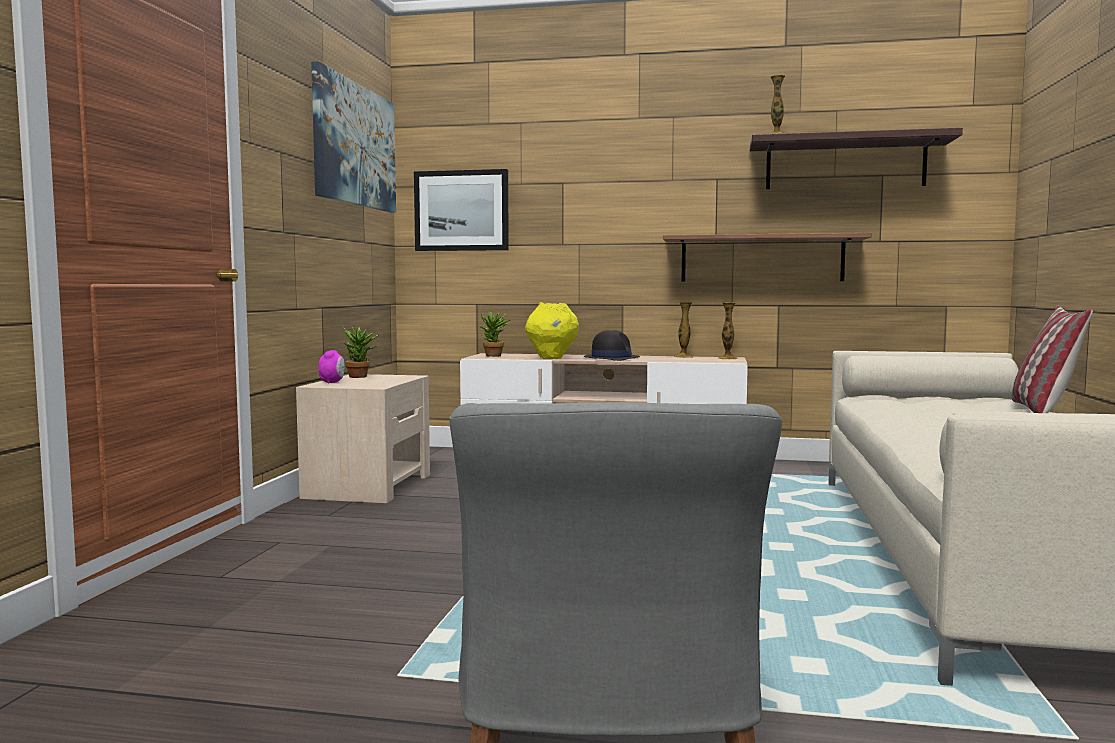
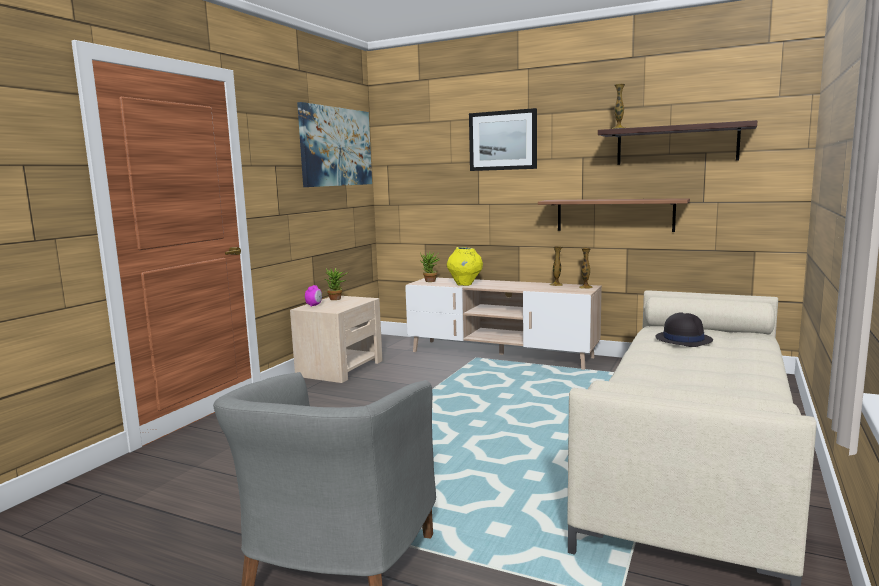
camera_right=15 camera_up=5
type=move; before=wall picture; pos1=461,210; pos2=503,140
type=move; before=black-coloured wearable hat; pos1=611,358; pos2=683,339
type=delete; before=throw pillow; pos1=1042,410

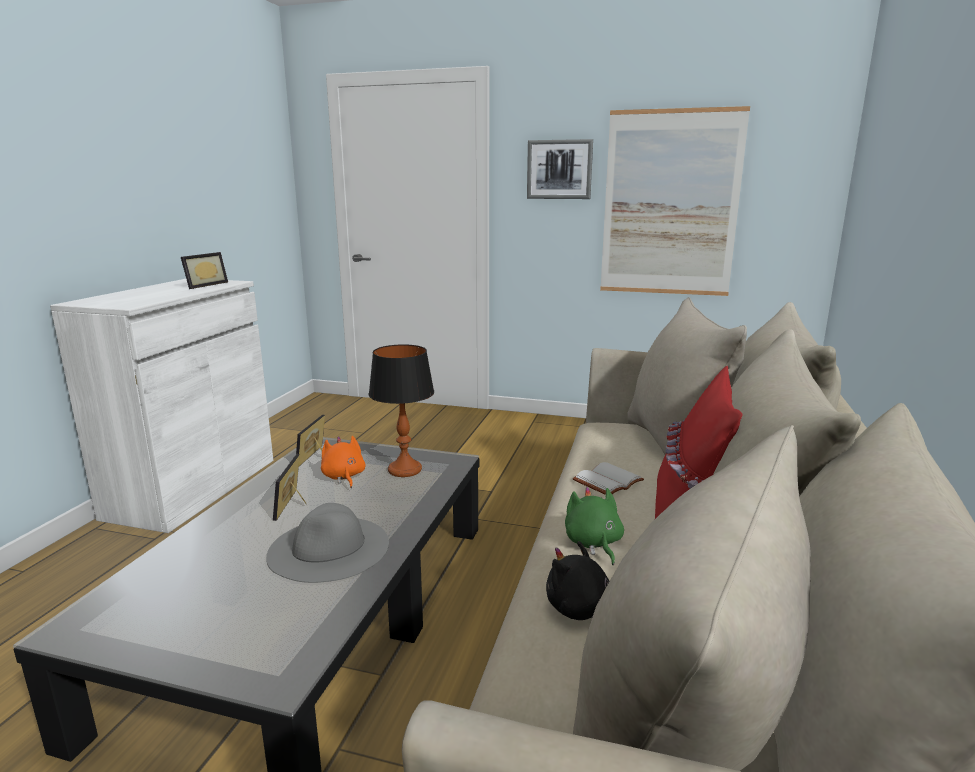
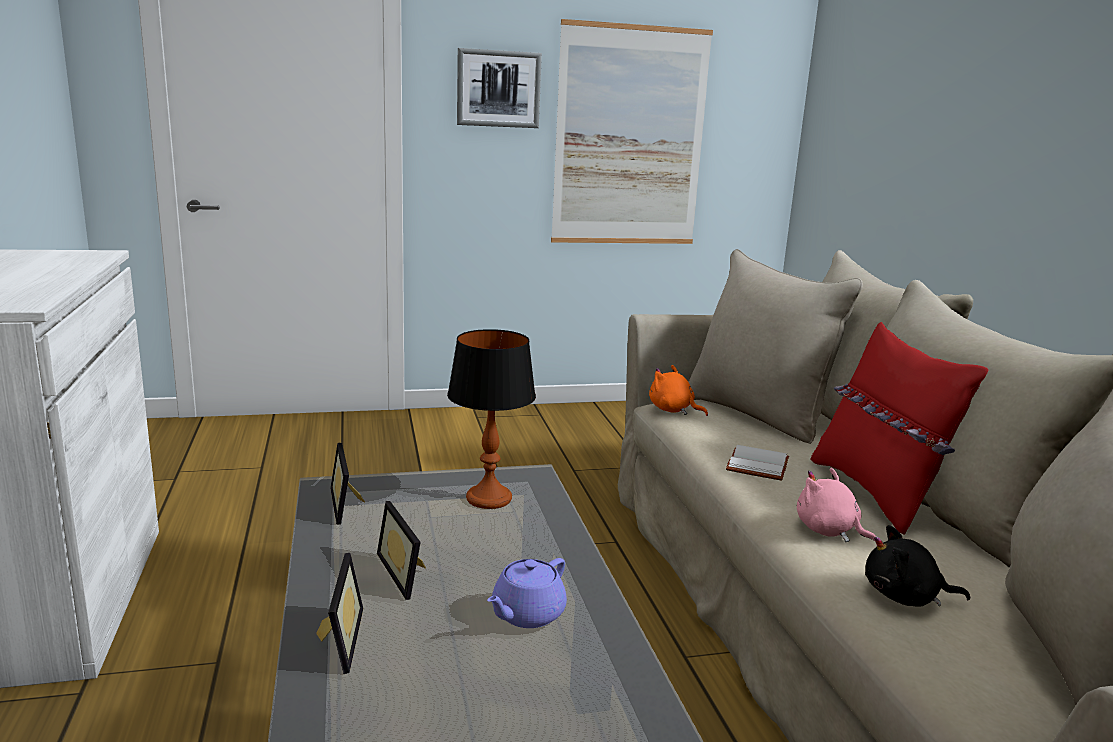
camera_right=-30 camera_up=0
type=move; before=photo frame; pos1=203,285; pos2=336,640
type=replace; before=greyish wearable hat; after=purplish teapot; pos1=329,548; pos2=526,614
type=move; before=orange soft toy; pos1=343,477; pos2=673,410
type=recolor; before=greenish soft toy; after=pink-coloured soft toy; pos1=593,543; pos2=829,531

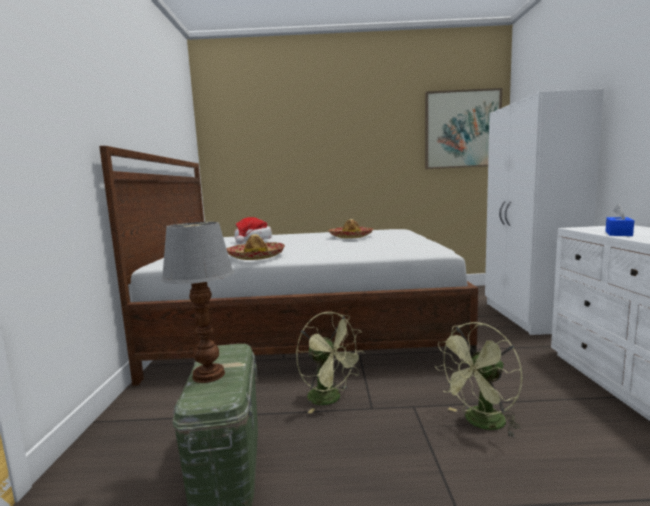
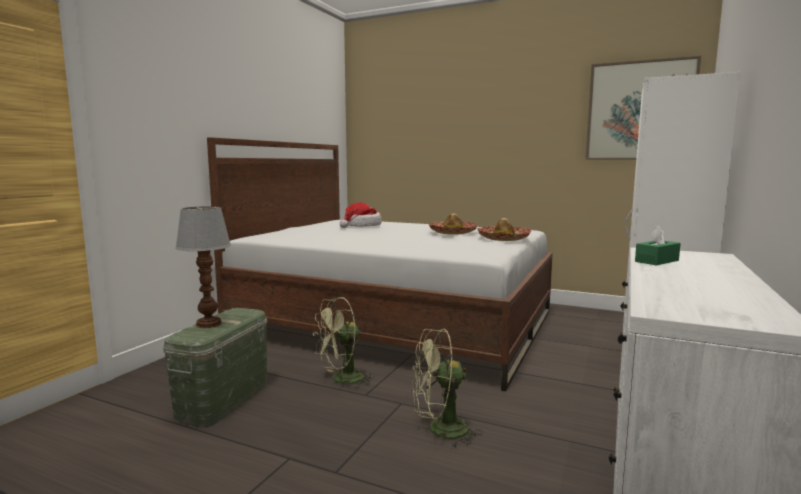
camera_right=25 camera_up=0
type=move; before=wearable hat; pos1=255,257; pos2=503,238
type=rotate; before=greenish fan; pos1=330,399; pos2=342,380; turn=75
type=recolor; before=blue-coloured box of tissues; after=greenish box of tissues; pos1=618,233; pos2=656,261

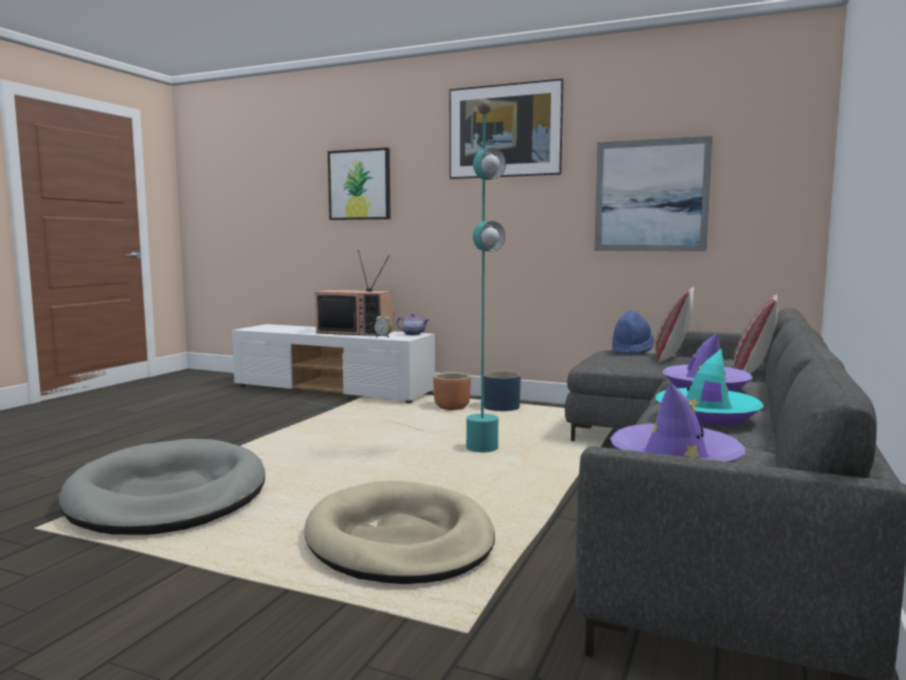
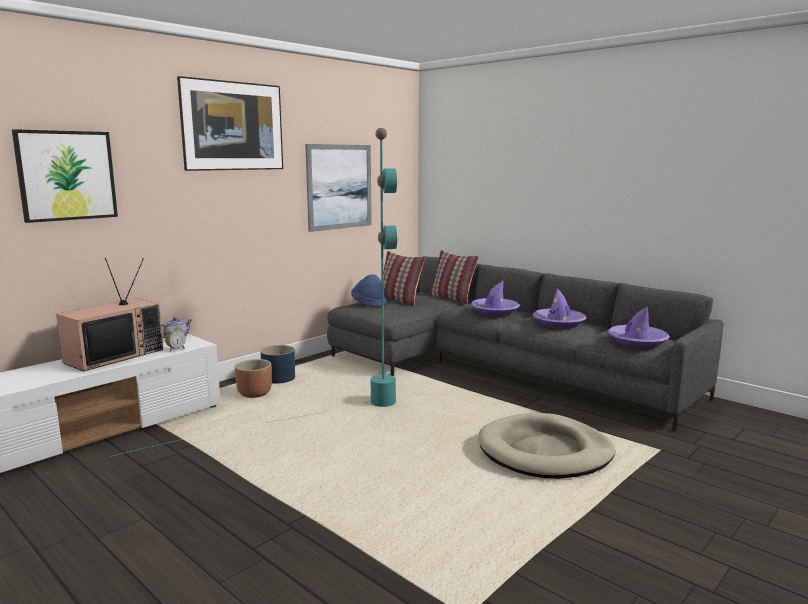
camera_right=-70 camera_up=5
type=delete; before=greyish dog cushion; pos1=168,496
type=recolor; before=blue-green wearable hat; after=purplish wearable hat; pos1=707,415; pos2=559,323

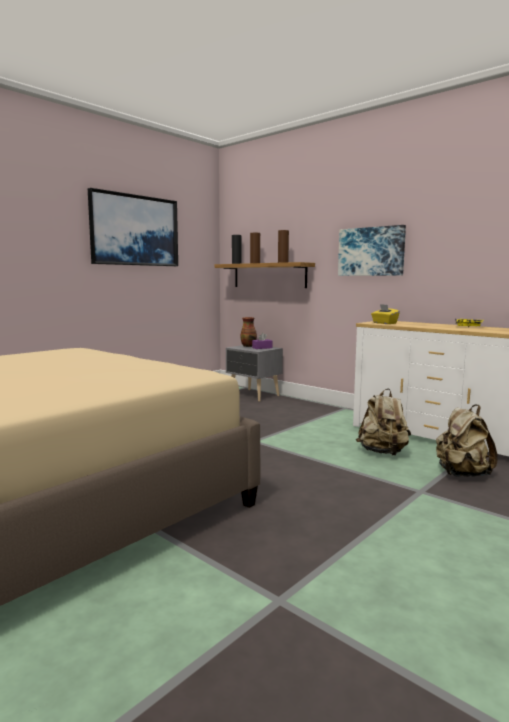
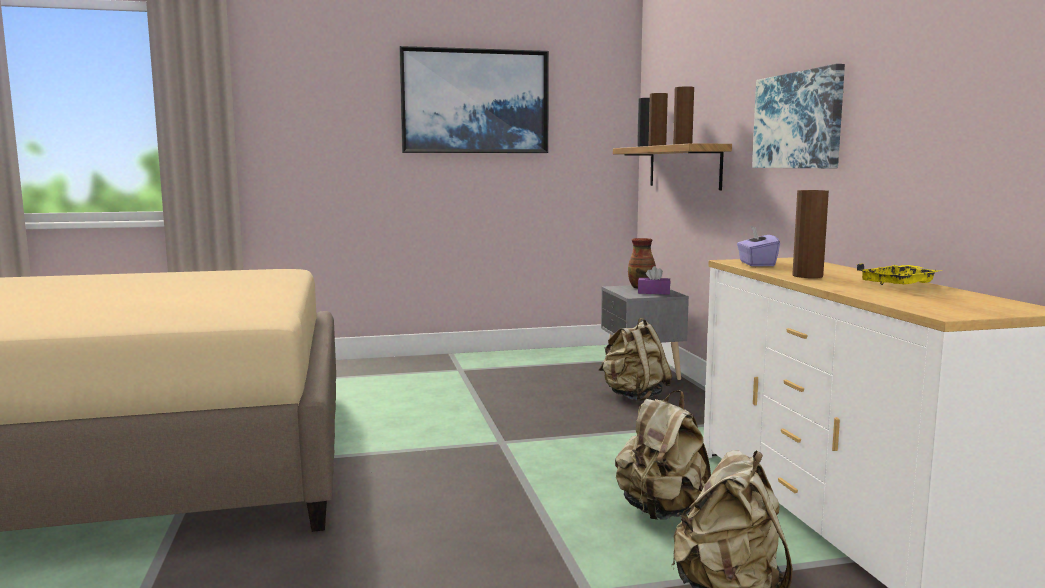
camera_right=35 camera_up=0
type=recolor; before=yellow box of tissues; after=purplish box of tissues; pos1=384,323; pos2=756,264
type=insert; after=beige-coloured backpack; pos2=634,396
type=insert; after=brownish decorative vase; pos2=807,276

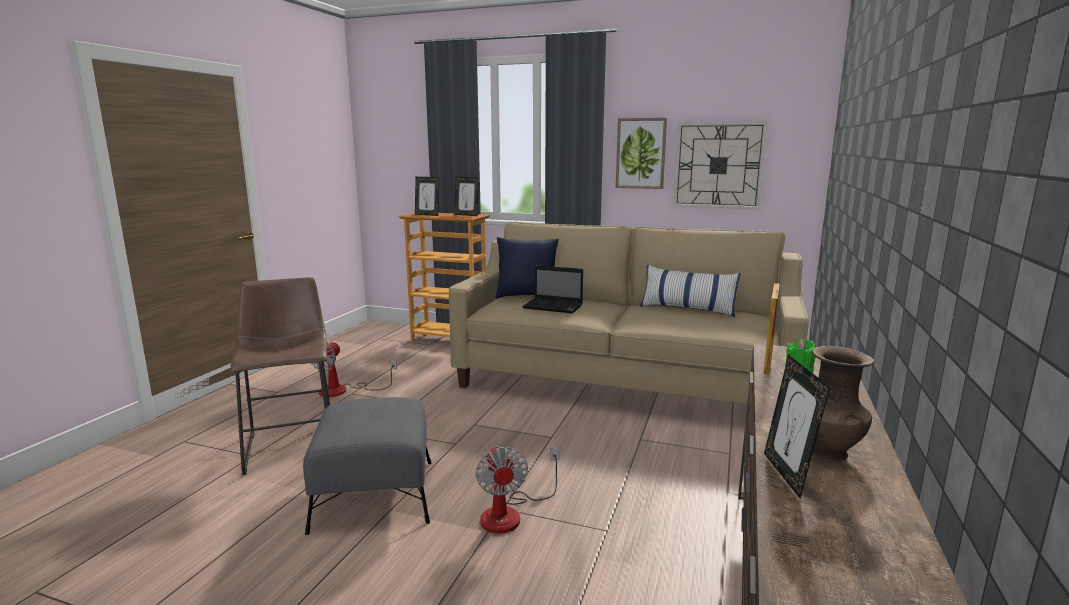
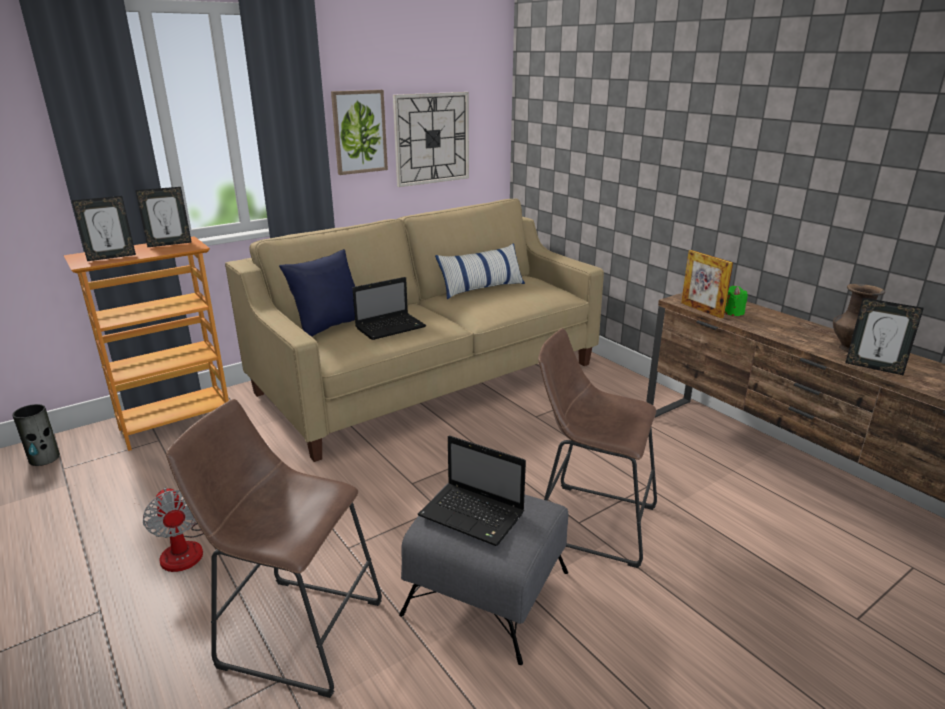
camera_right=-55 camera_up=10
type=replace; before=fan; after=brownish stool seat; pos1=511,513; pos2=589,521
type=insert; after=decorative vase; pos2=44,458
type=insert; after=portable computer; pos2=473,515

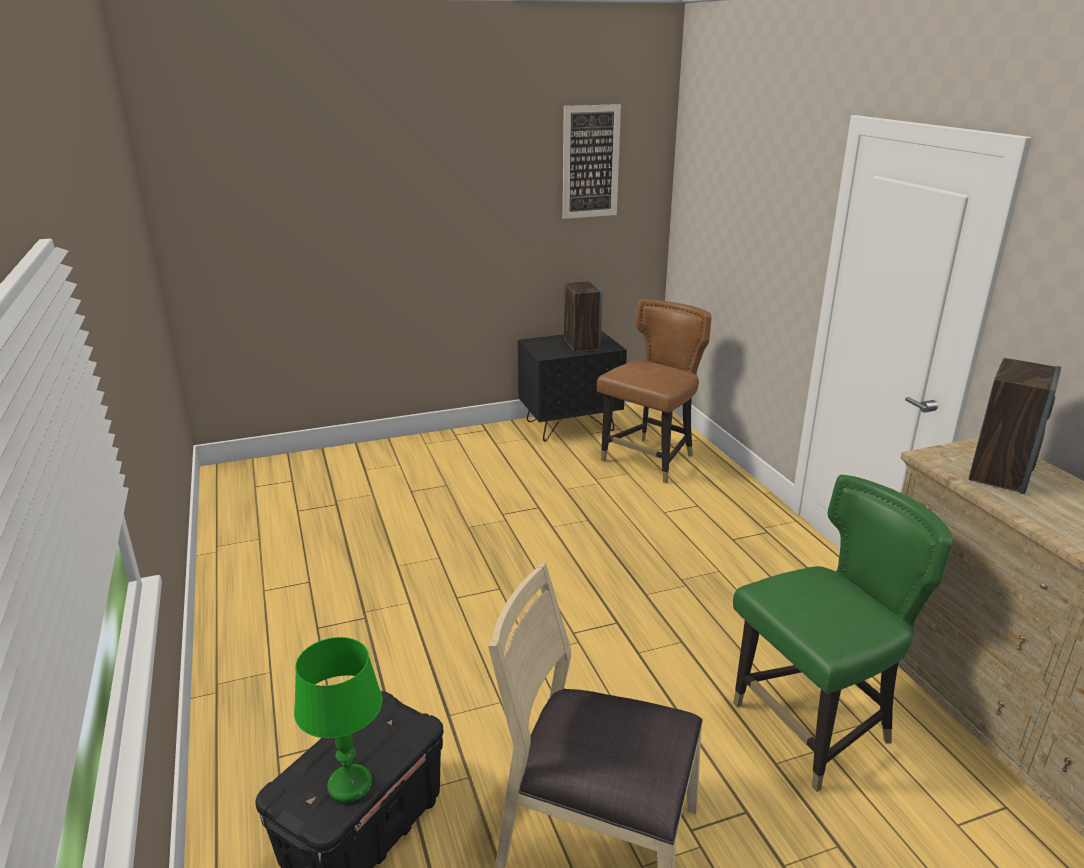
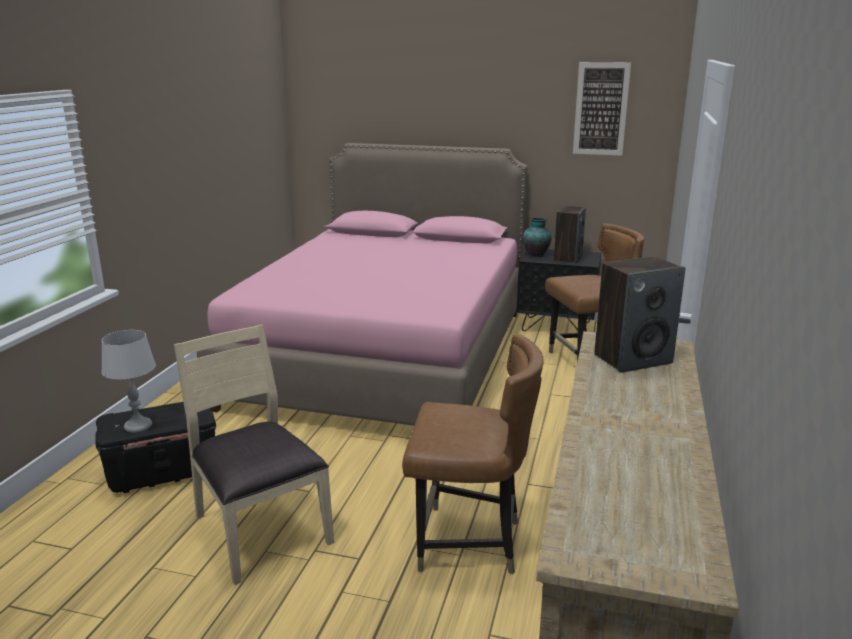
camera_right=35 camera_up=-5
type=recolor; before=greenish table lamp; after=greyish table lamp; pos1=350,785; pos2=138,426
type=recolor; before=greenish chair; after=brownish chair; pos1=813,728; pos2=469,542
type=insert; after=pink-coloured bedroom bed; pos2=386,356
type=insert; after=decorative vase; pos2=536,254

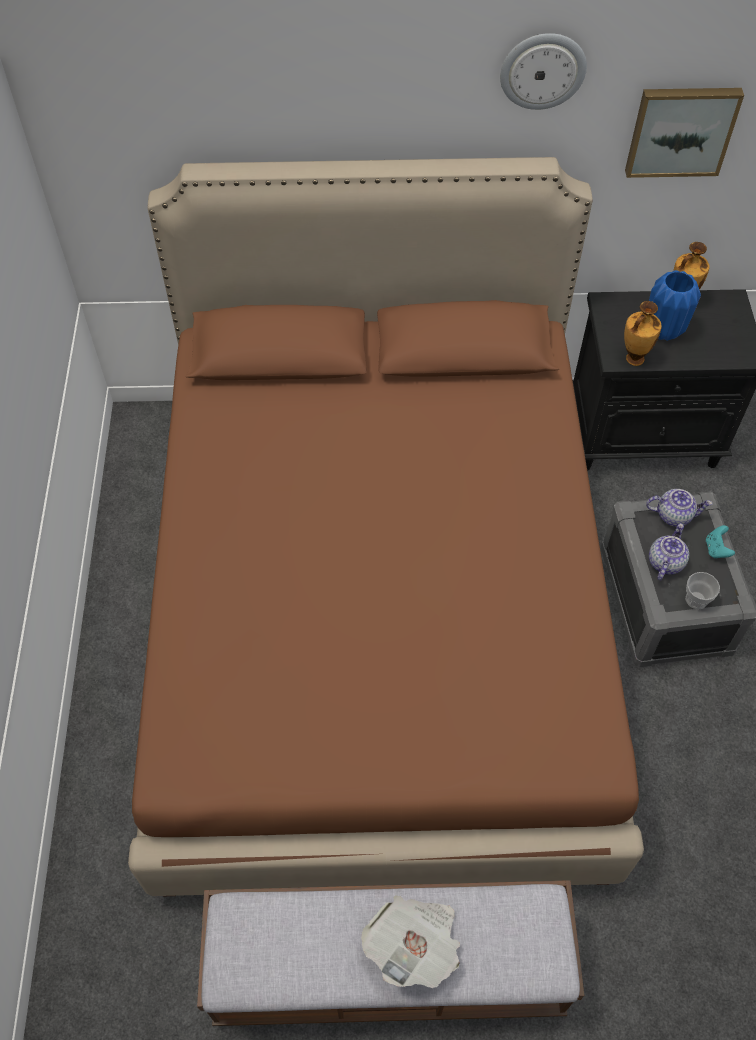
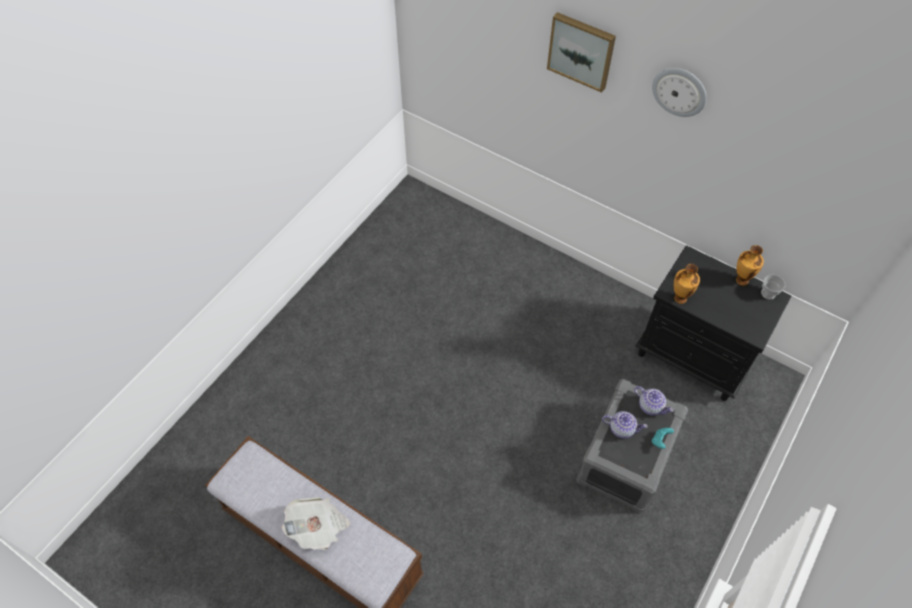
camera_right=35 camera_up=0
type=delete; before=brownish bedroom bed; pos1=377,615
type=move; before=wall picture; pos1=681,130; pos2=581,51
type=delete; before=blue-coloured decorative vase; pos1=664,329
type=rotate; before=teapot; pos1=665,562; pos2=622,428; turn=45
type=move; before=small cup; pos1=696,600; pos2=768,293

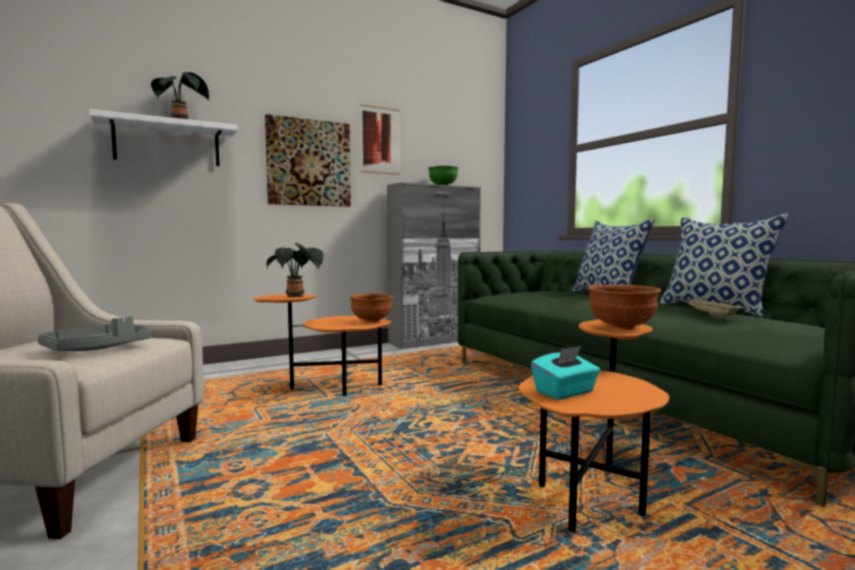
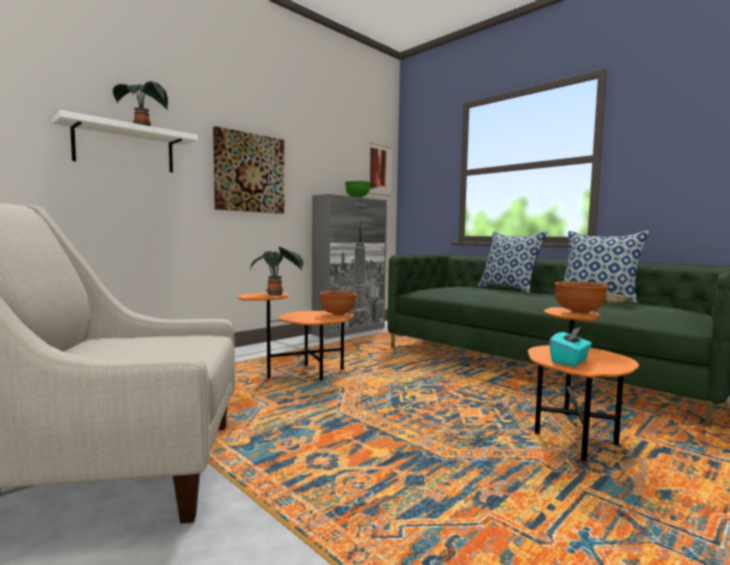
camera_right=-15 camera_up=0
type=delete; before=greyish serving tray; pos1=98,348
type=move; before=wall picture; pos1=380,140; pos2=379,170

